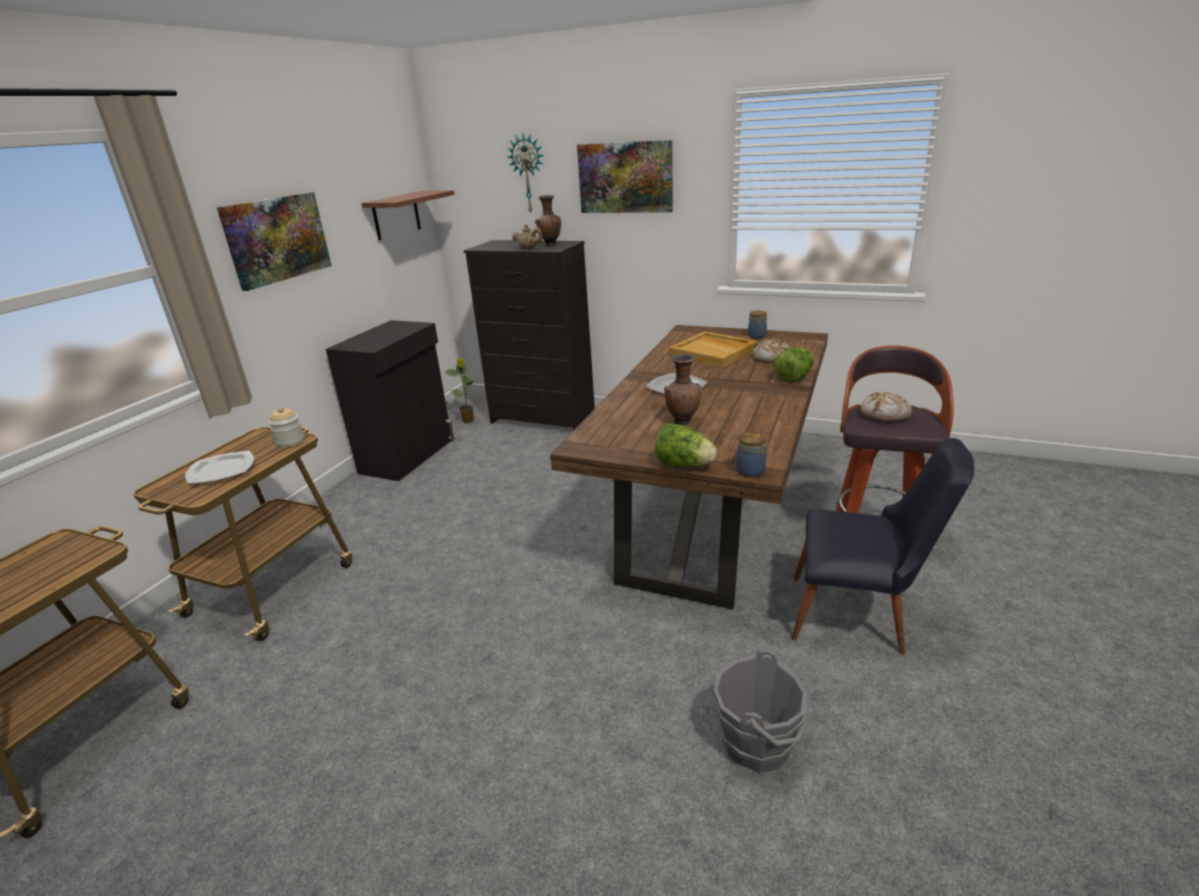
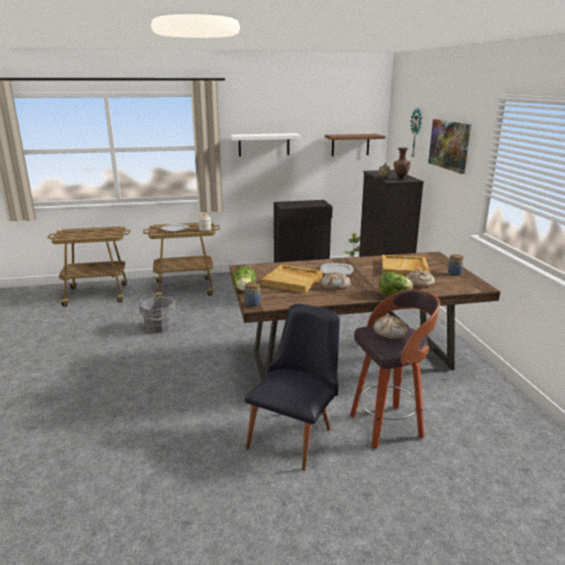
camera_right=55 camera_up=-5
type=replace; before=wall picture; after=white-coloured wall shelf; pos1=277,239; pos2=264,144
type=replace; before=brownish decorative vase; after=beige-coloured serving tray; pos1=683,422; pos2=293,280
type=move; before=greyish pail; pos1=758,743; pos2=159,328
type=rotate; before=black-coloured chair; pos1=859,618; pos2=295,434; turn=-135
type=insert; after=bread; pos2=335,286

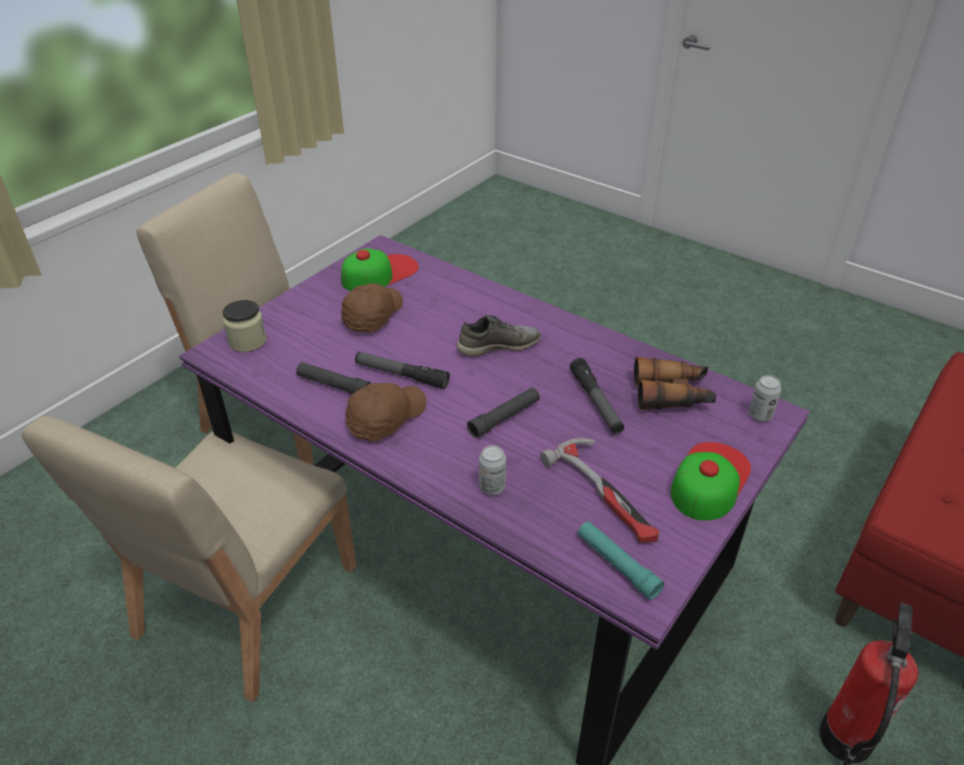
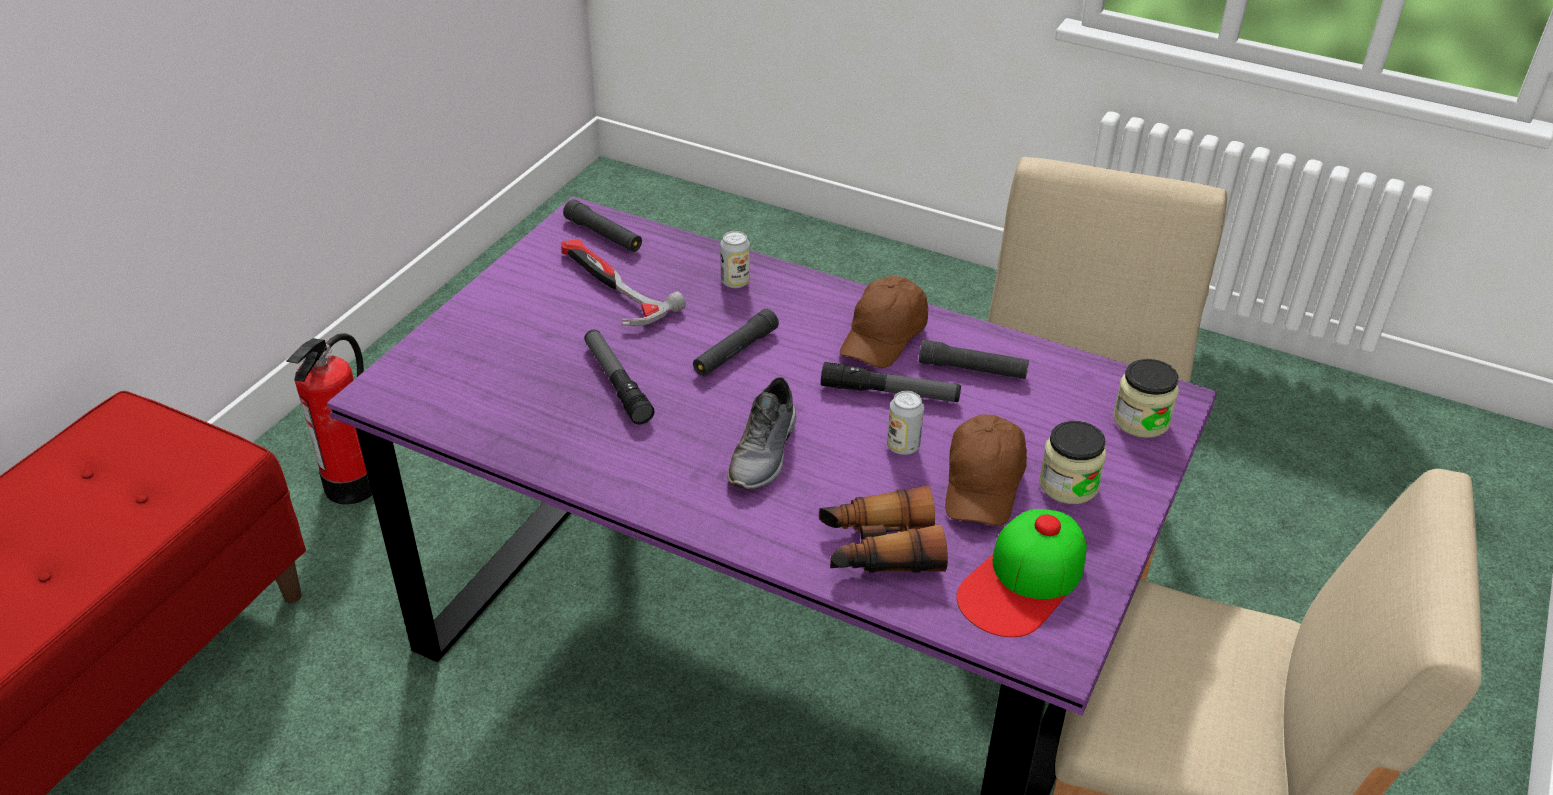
camera_right=170 camera_up=0
type=rotate; before=greyish shoe; pos1=498,345; pos2=765,453; turn=-45
type=recolor; before=blue-green flashlight; after=black-coloured flashlight; pos1=617,565; pos2=603,235
type=move; before=binoculars; pos1=672,394; pos2=879,548
type=delete; before=baseball cap; pos1=709,480
type=move; before=metal can; pos1=760,415; pos2=903,446
type=insert; after=storage jar; pos2=1068,484

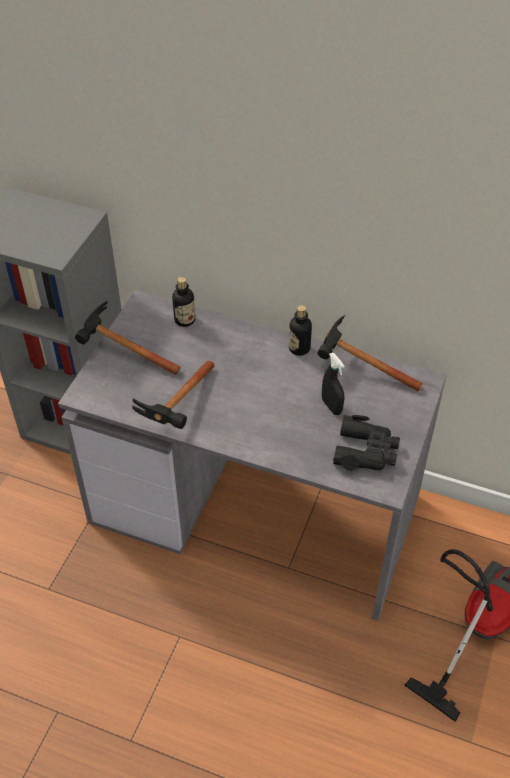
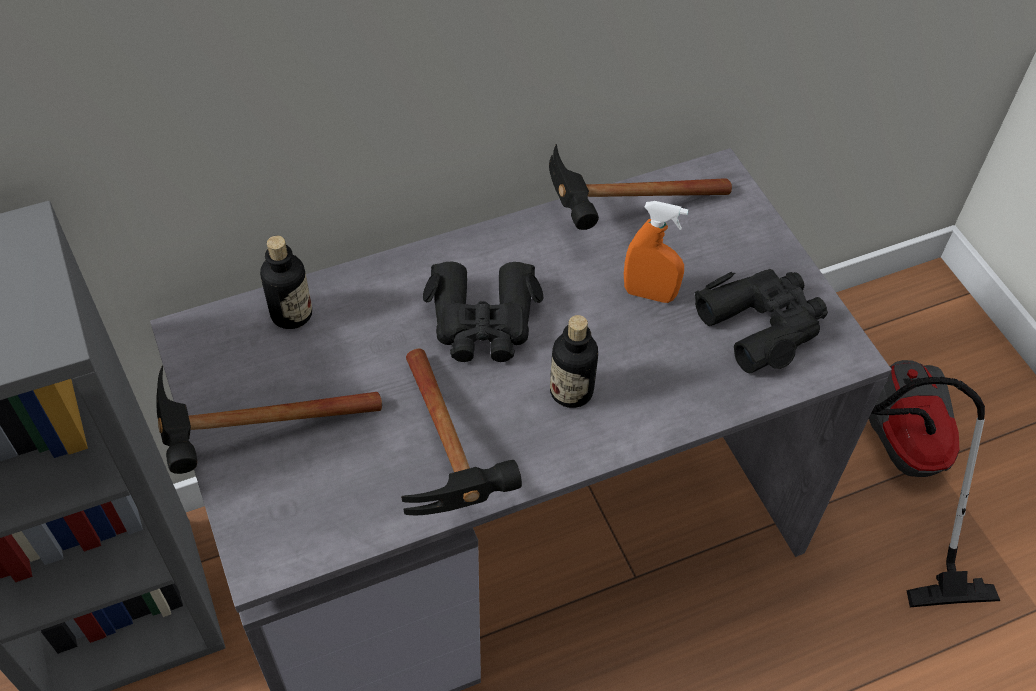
camera_right=-45 camera_up=5
type=move; before=drink bottle; pos1=299,348; pos2=571,391
type=recolor; before=black-coloured sprayer; after=orange sprayer; pos1=331,406; pos2=649,294
type=insert; after=black-coloured binoculars; pos2=483,322

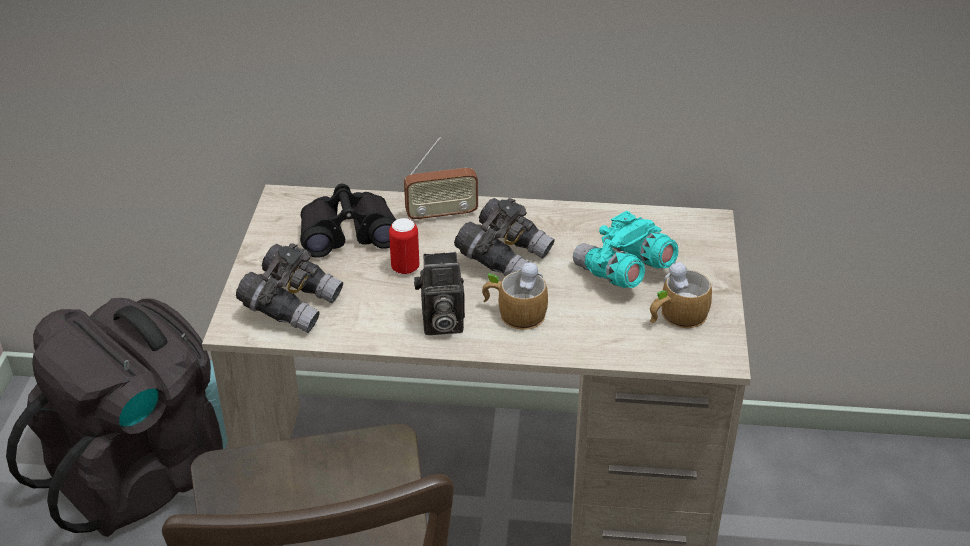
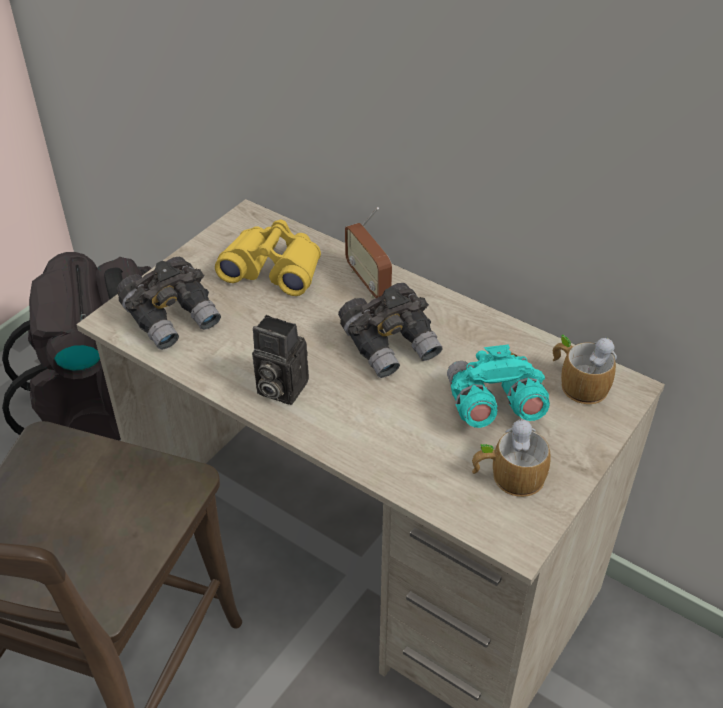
camera_right=30 camera_up=5
type=recolor; before=black-coloured binoculars; after=yellow binoculars; pos1=348,233; pos2=273,269
type=delete; before=metal can; pos1=405,268
type=rotate; before=radio set; pos1=441,215; pos2=368,282; turn=45
type=move; before=mug; pos1=514,312; pos2=578,381

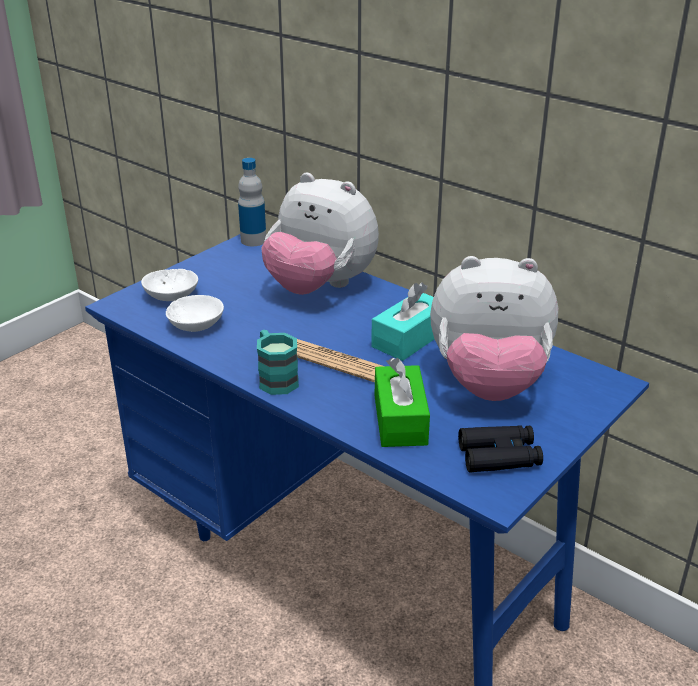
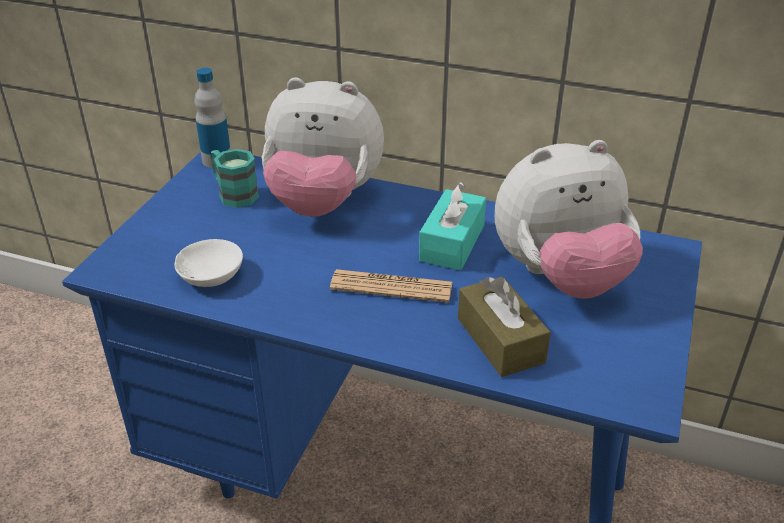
camera_right=-20 camera_up=5
type=delete; before=white-coloured serving bowl; pos1=170,296
type=move; before=blue-green mug; pos1=275,378; pos2=233,193
type=recolor; before=greenish box of tissues; after=brownish box of tissues; pos1=400,420; pos2=500,340
type=delete; before=black-coloured binoculars; pos1=499,456

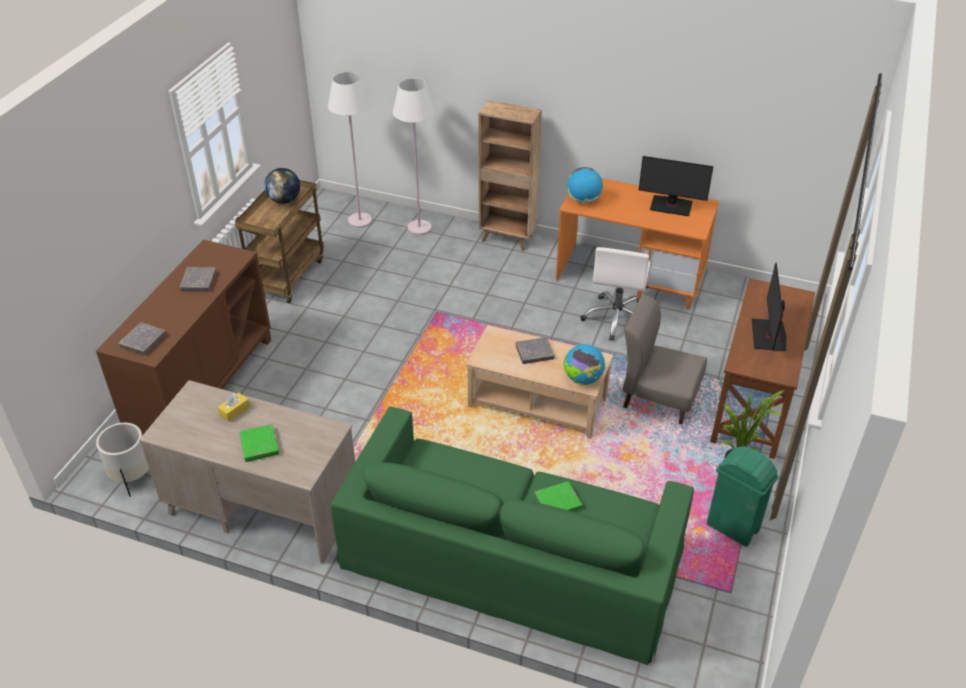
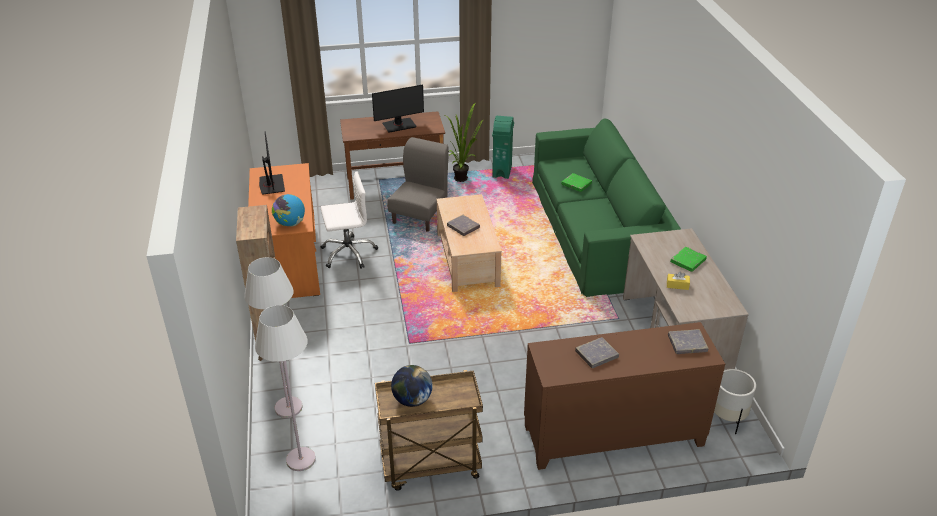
camera_right=-120 camera_up=-5
type=delete; before=world globe; pos1=582,379
type=rotate; before=greyish chair; pos1=658,397; pos2=420,216; turn=-150

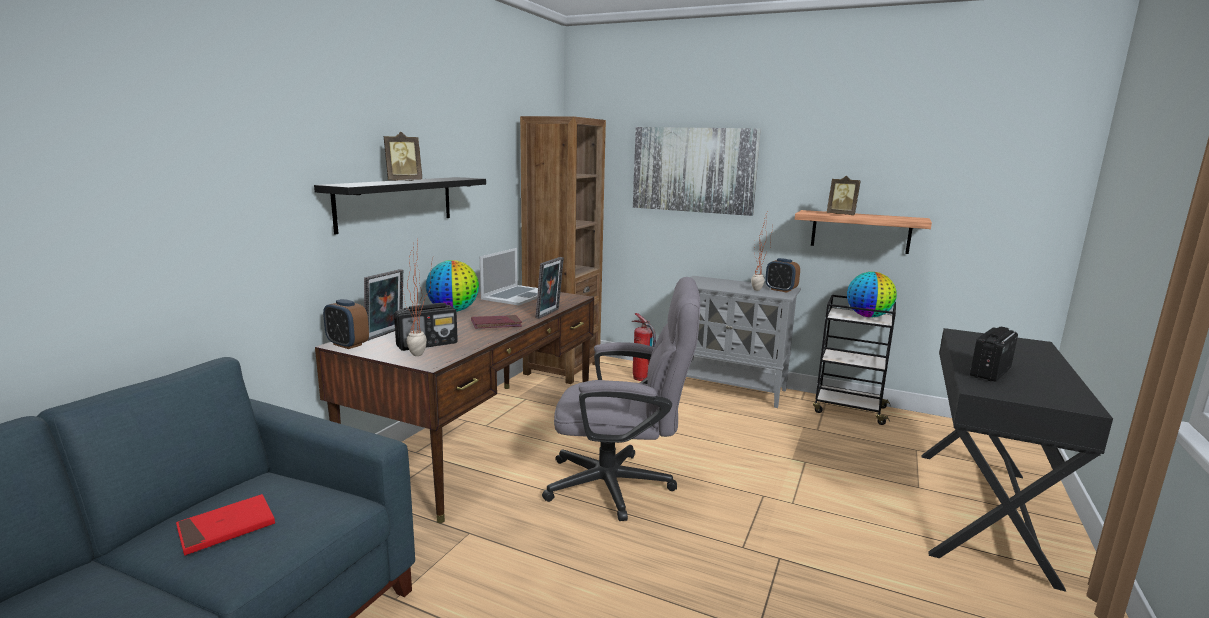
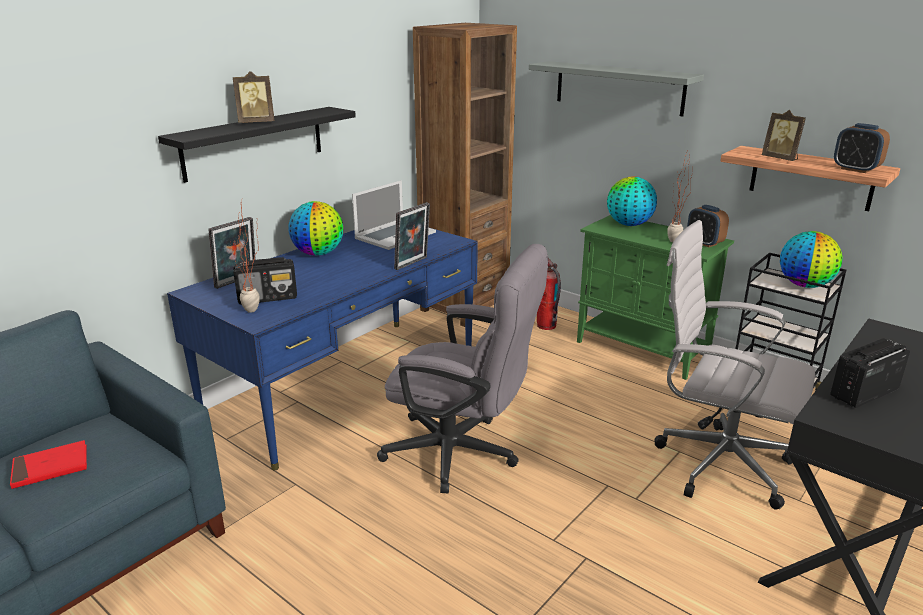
camera_right=15 camera_up=10
type=recolor; before=brownish desk table; after=blue-coloured desk table; pos1=480,440; pos2=345,385
type=move; before=bedside clock; pos1=347,344; pos2=856,169
type=delete; before=reddish volume; pos1=496,324
type=replace; before=wall picture; after=greyish wall shelf; pos1=693,170; pos2=618,88
type=recolor; before=greyish cupboard; after=greenish cupboard; pos1=731,389; pos2=643,350
type=insert; after=world globe; pos2=629,224
type=insert; after=white-coloured computer chair; pos2=716,463

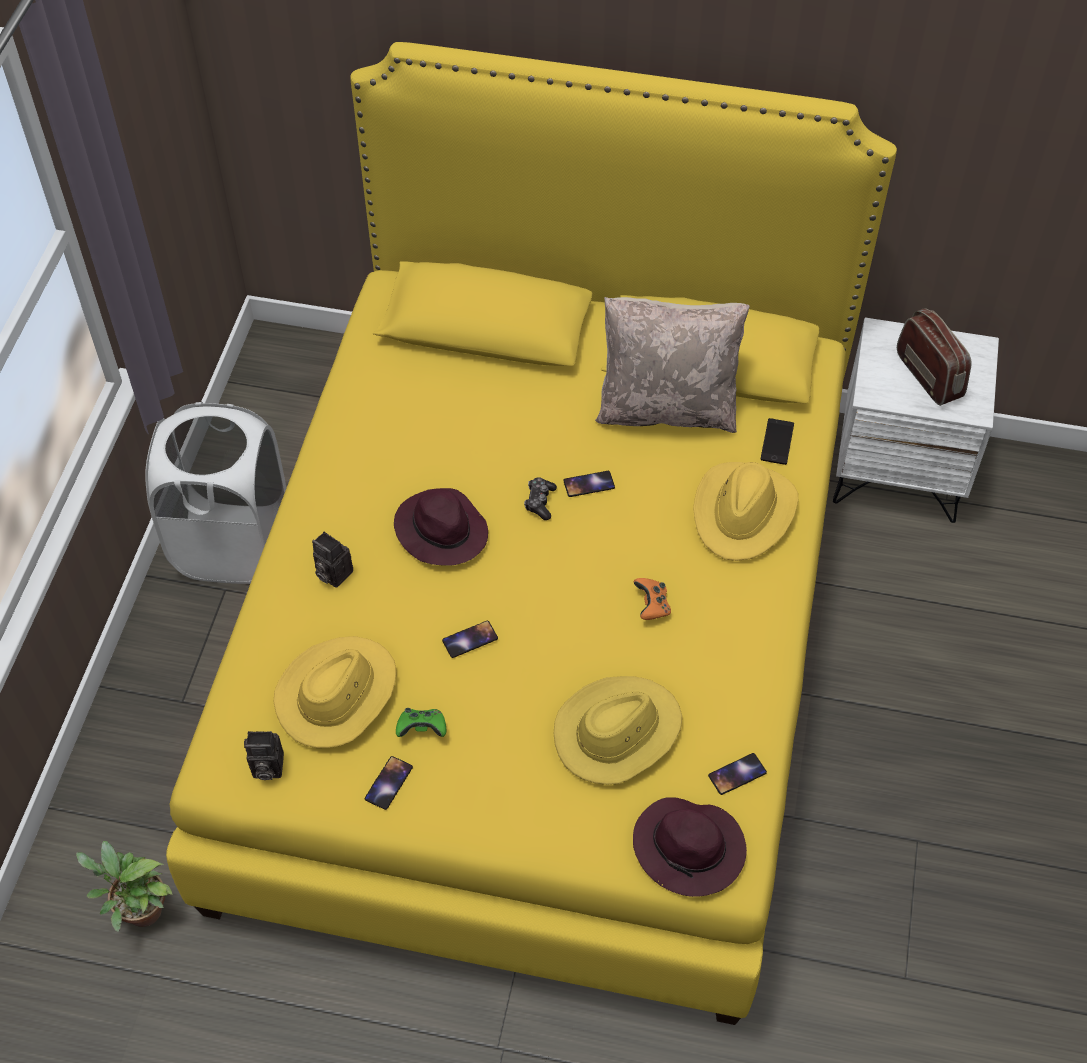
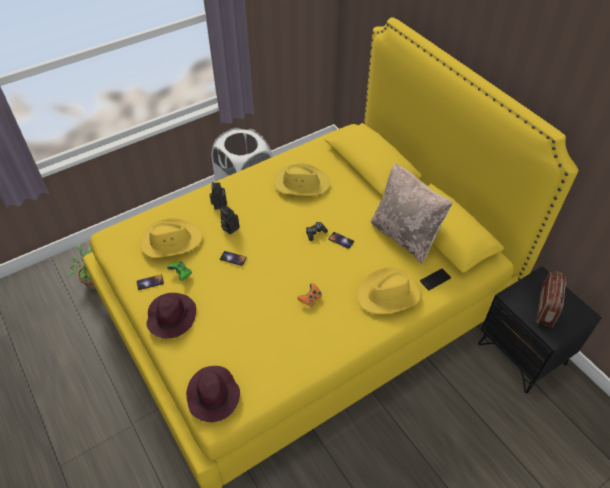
camera_right=45 camera_up=-5
type=move; before=photo camera; pos1=266,768; pos2=229,228
type=move; before=purplish wearable hat; pos1=440,530; pos2=171,316
type=move; before=yellow wearable hat; pos1=617,732; pos2=301,184
type=delete; before=telephone; pos1=737,774
type=recolor; before=white-coloured night table; after=black-coloured night table; pos1=898,471; pos2=522,354

